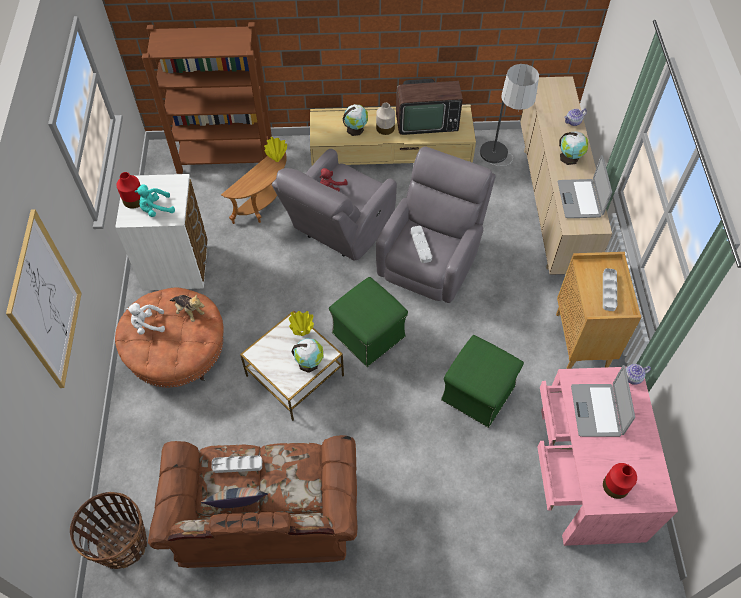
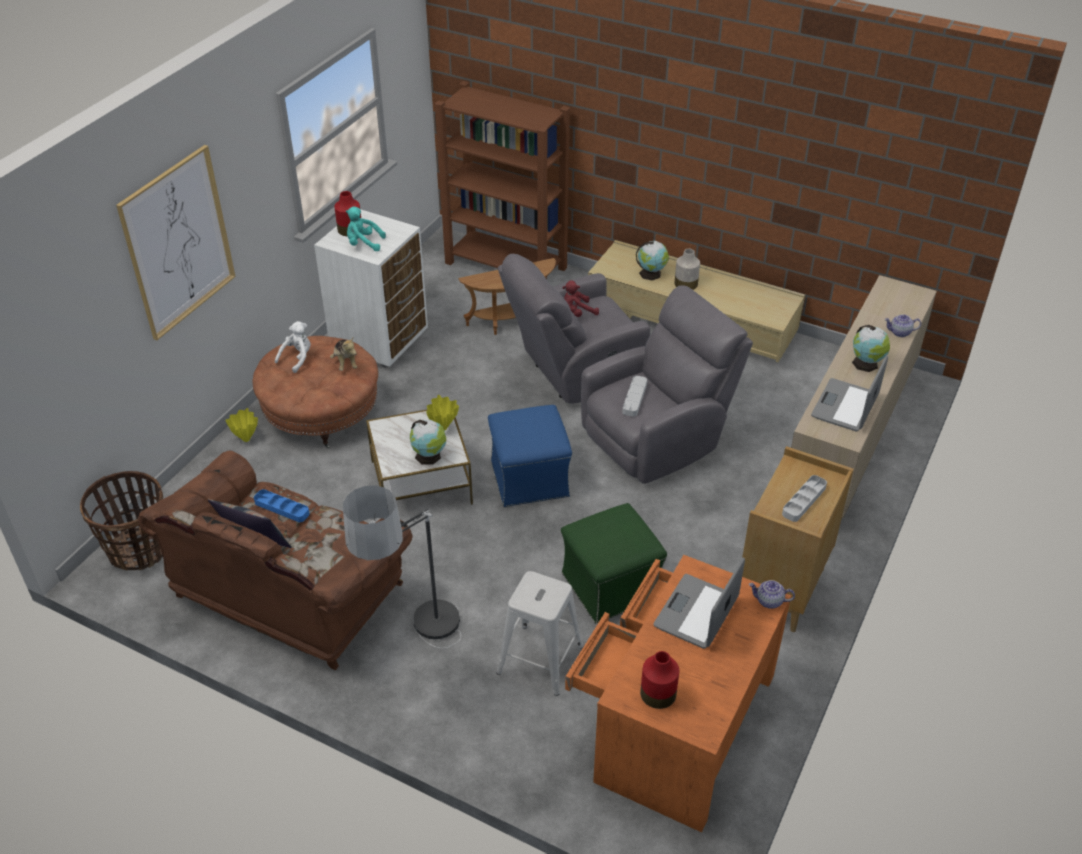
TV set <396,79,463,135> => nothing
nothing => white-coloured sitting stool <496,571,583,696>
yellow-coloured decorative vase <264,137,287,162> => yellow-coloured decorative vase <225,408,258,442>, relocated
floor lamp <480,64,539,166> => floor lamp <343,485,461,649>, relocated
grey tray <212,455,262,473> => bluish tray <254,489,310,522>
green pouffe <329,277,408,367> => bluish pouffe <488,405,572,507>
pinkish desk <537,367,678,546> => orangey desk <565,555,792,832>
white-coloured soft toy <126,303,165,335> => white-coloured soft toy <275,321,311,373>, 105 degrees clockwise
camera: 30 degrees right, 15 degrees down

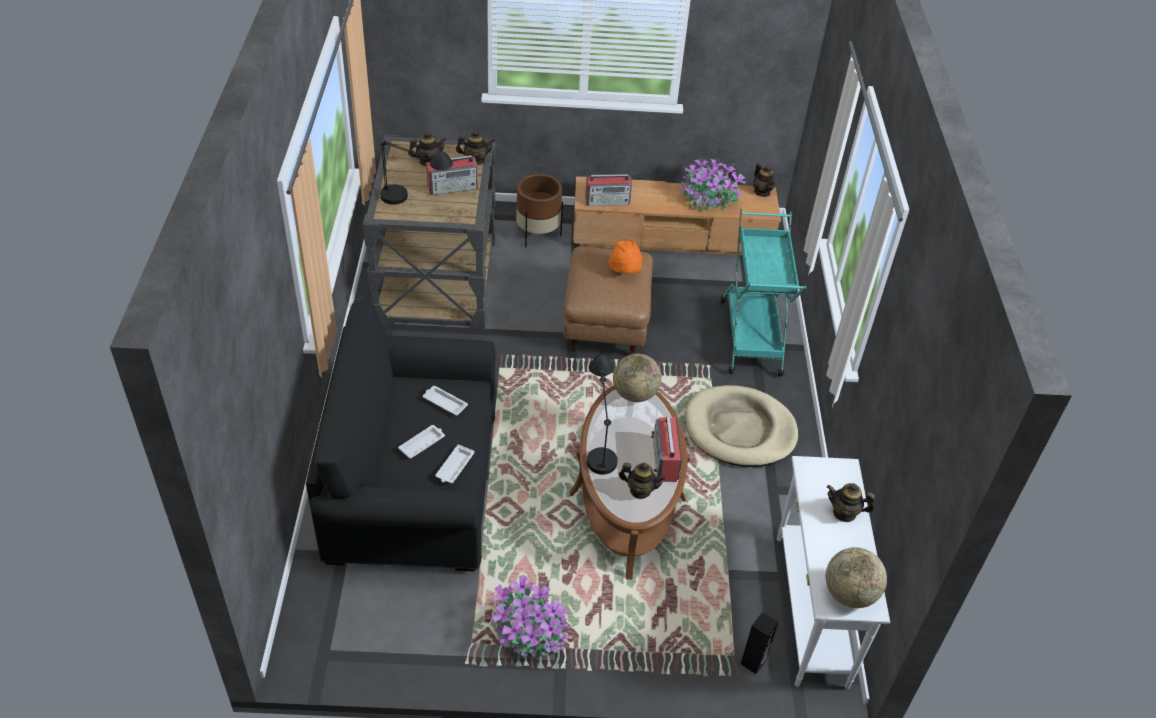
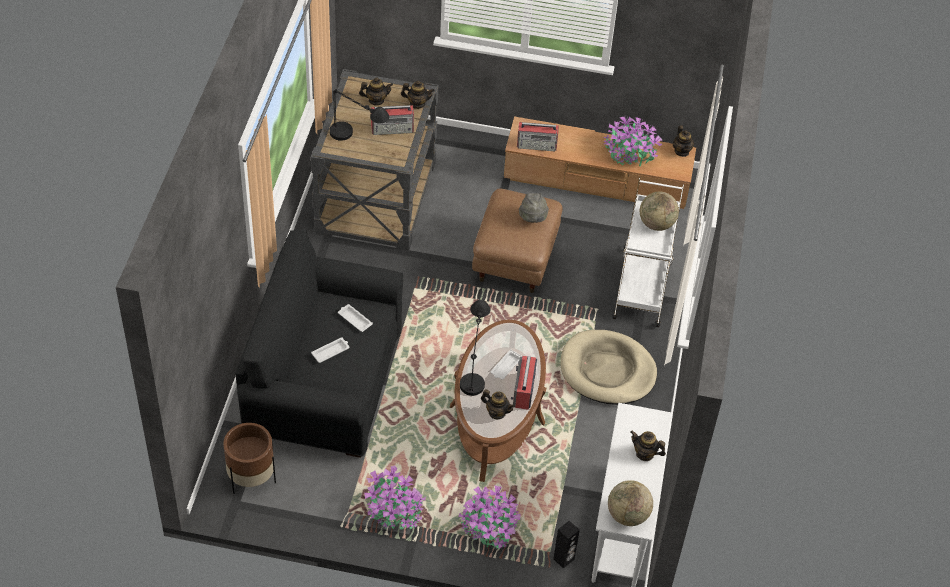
nothing => houseplant <459,485,521,549>
white-coloured tray <435,444,475,483> => white-coloured tray <491,349,522,380>, relocated
brownish planter <516,174,563,247> => brownish planter <223,423,276,494>, relocated
world globe <613,353,662,402> => world globe <640,191,679,231>, relocated
orangey clothing hat <609,240,642,273> => grey clothing hat <519,193,549,223>
turquoise-coloured cart <720,209,807,376> => white-coloured cart <612,177,684,327>
camera: 10 degrees right, 5 degrees up

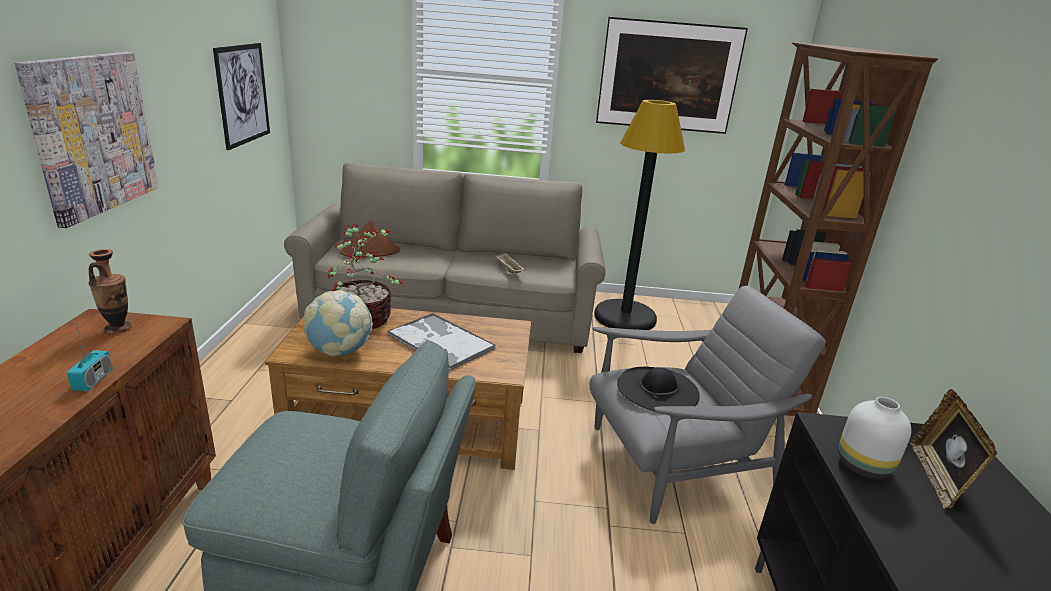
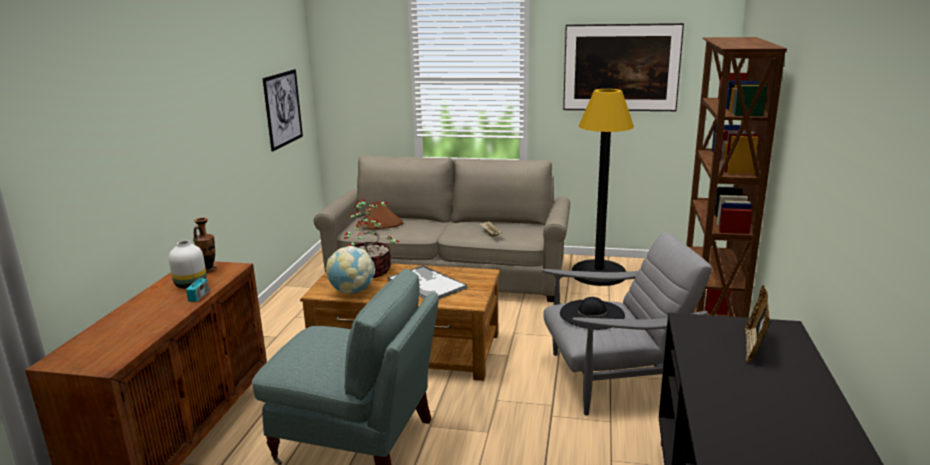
wall picture <15,52,159,228> => nothing
white-coloured decorative vase <838,397,911,479> => white-coloured decorative vase <169,240,206,289>, relocated
camera: 10 degrees right, 5 degrees down

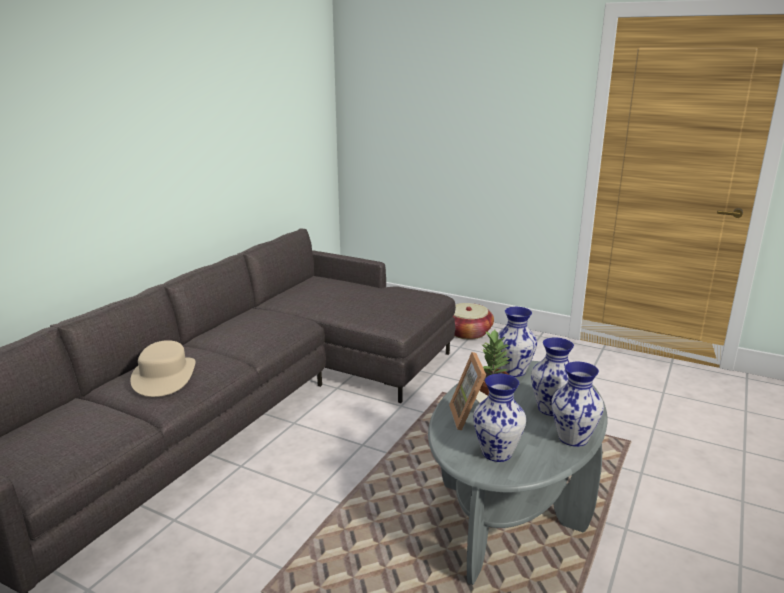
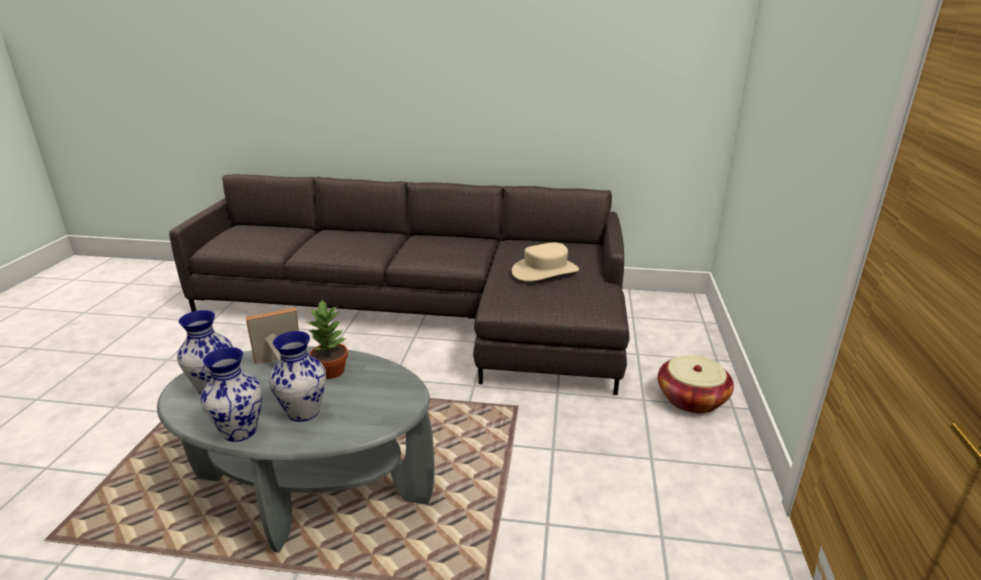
decorative vase <498,307,537,377> => nothing
beige clothing hat <130,340,196,397> => beige clothing hat <512,243,579,281>, relocated
camera: 70 degrees right, 5 degrees up

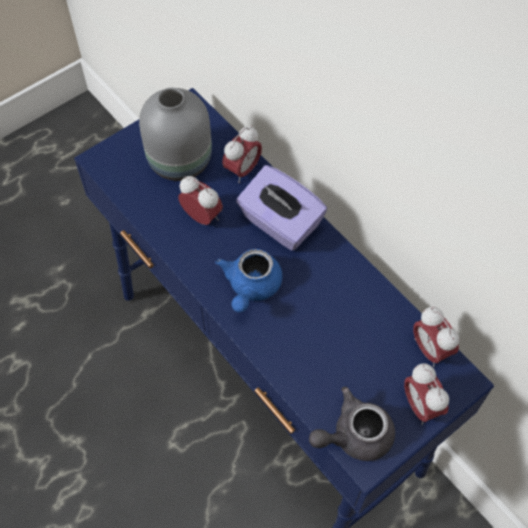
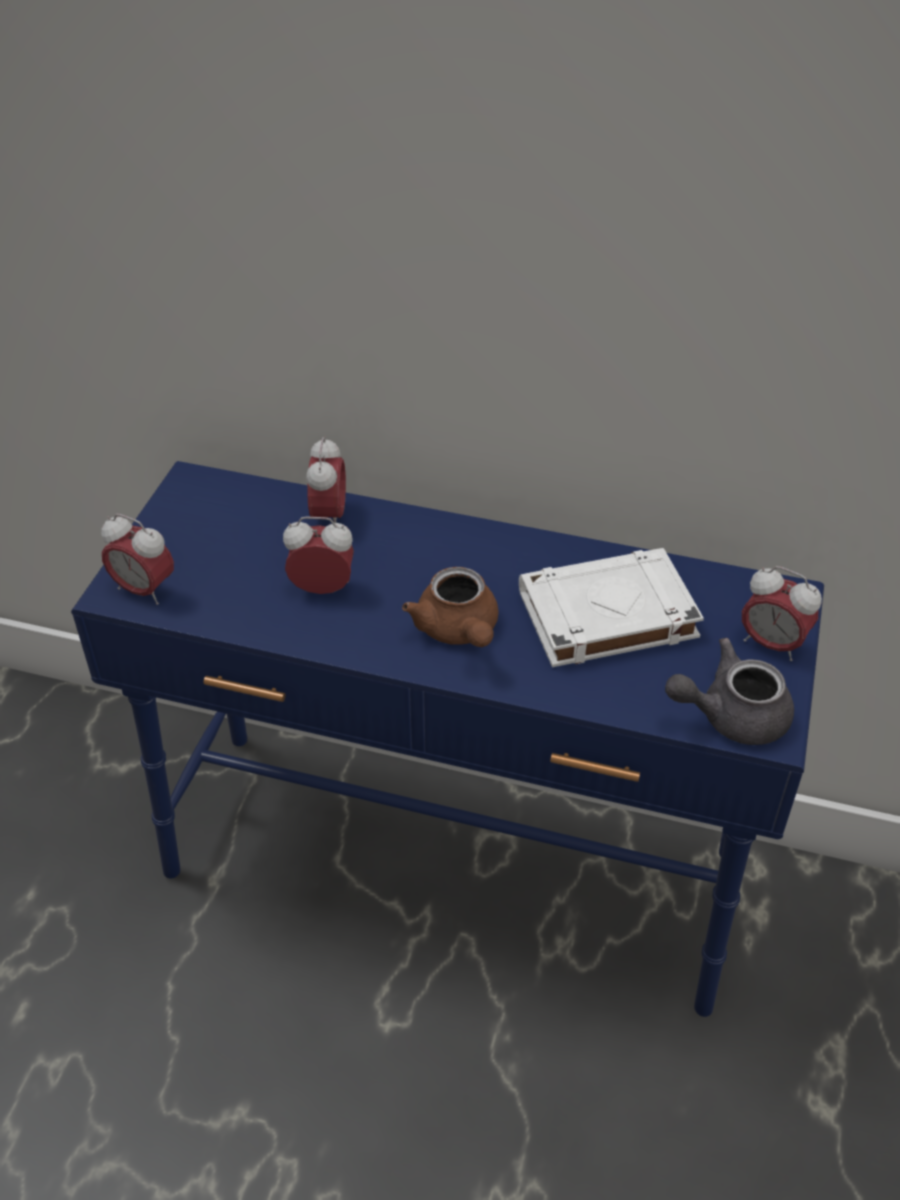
grey decorative vase <139,88,212,181> => nothing
purple tissue holder <236,165,327,251> => nothing
nothing => white-coloured book <519,548,704,667>
bedside clock <413,307,459,367> => bedside clock <101,514,174,605>, relocated
bluish teapot <216,249,282,313> => brownish teapot <402,567,499,647>
grey teapot <309,387,395,461> => grey teapot <665,638,794,745>, 45 degrees clockwise
camera: 35 degrees left, 15 degrees down

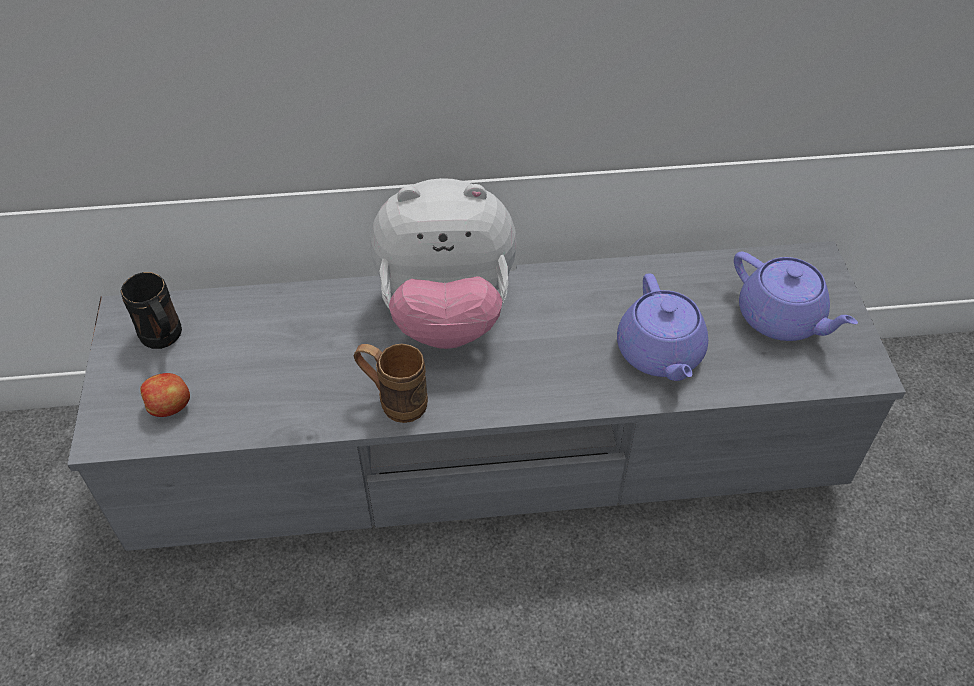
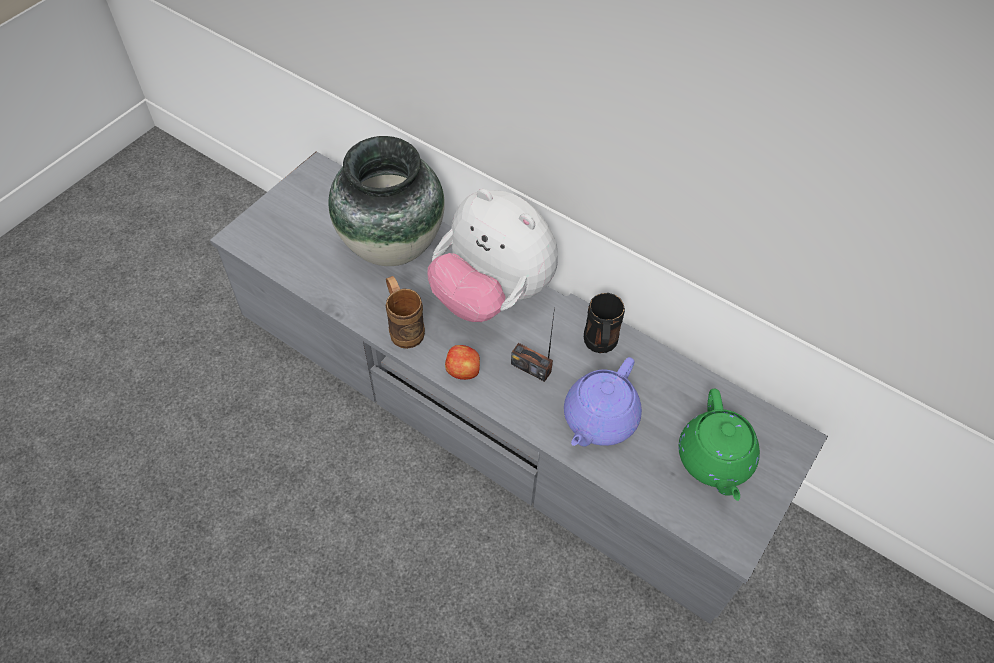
nothing => decorative vase <328,136,445,266>
nothing => radio set <511,307,555,382>
black tea mug <121,272,182,349> => black tea mug <584,293,625,353>, relocated
apple <140,373,190,417> => apple <445,345,480,380>, relocated
purple teapot <734,252,858,341> => green teapot <678,389,760,501>
camera: 40 degrees right, 5 degrees up

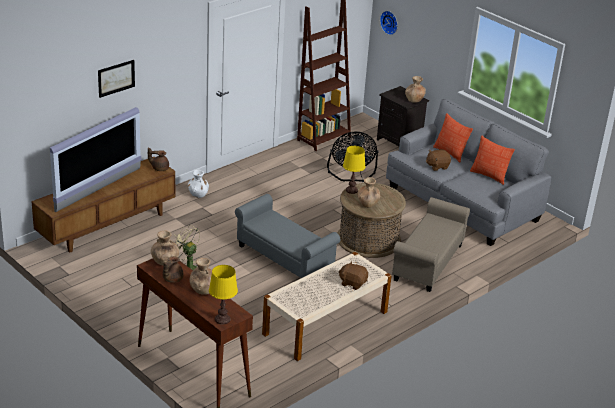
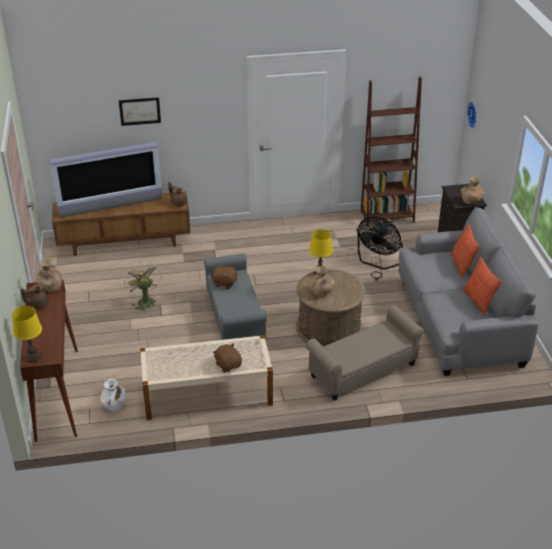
brownish decorative vase <189,258,212,295> => nothing
white-coloured decorative vase <188,170,209,198> => white-coloured decorative vase <101,379,126,412>, relocated
brownish soft toy <426,149,451,171> => brownish soft toy <210,264,237,289>, relocated
camera: 35 degrees right, 5 degrees up

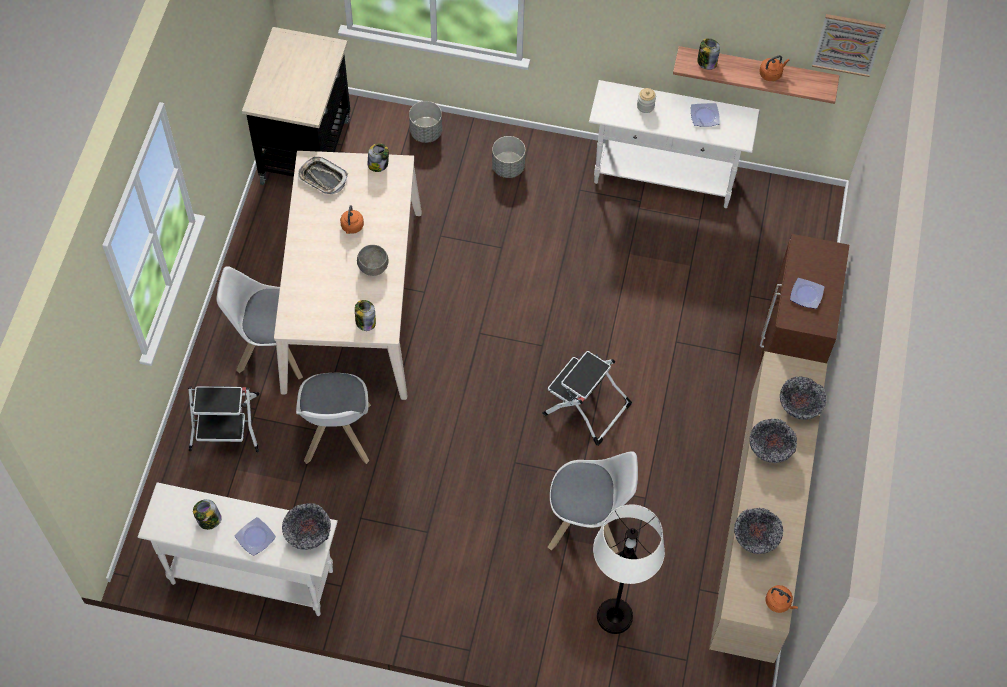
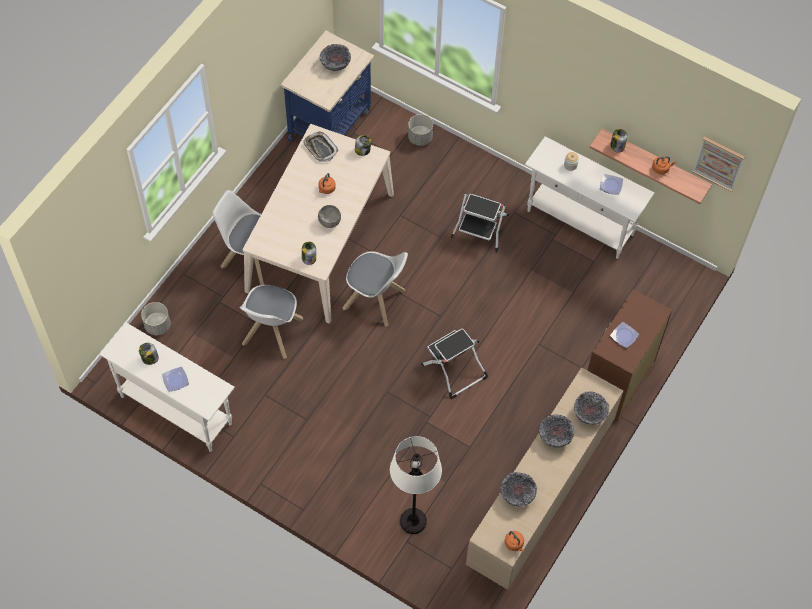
step ladder <188,386,260,452> => step ladder <451,192,509,253>, relocated
serving bowl <282,503,331,550> => serving bowl <320,44,351,71>, relocated
grey planter <492,136,525,178> => grey planter <141,302,171,335>, relocated
chair <548,451,638,553> => chair <342,251,408,327>, relocated
black cart <242,27,351,185> => bluish cart <281,31,374,141>
camera: 20 degrees right, 0 degrees up

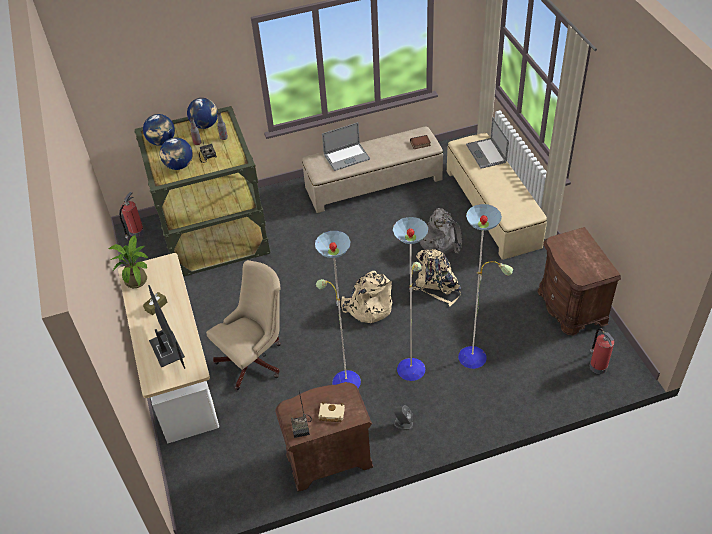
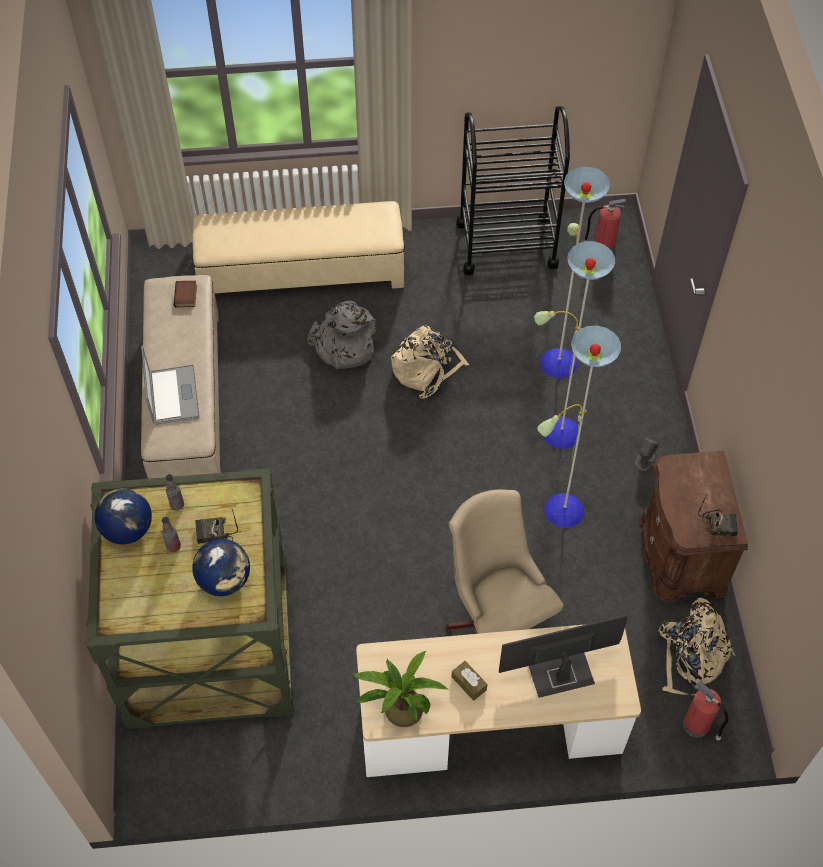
world globe <143,114,175,146> => nothing
beige book <319,402,345,422> => nothing
portable computer <466,117,509,169> => nothing
fire extinguisher <119,192,144,240> => fire extinguisher <683,680,729,741>, relocated
beige rucksack <341,271,393,323> => beige rucksack <658,598,735,695>, relocated
brownish nightstand <538,227,621,336> => black cart <456,106,570,276>
camera: 80 degrees left, 10 degrees up

